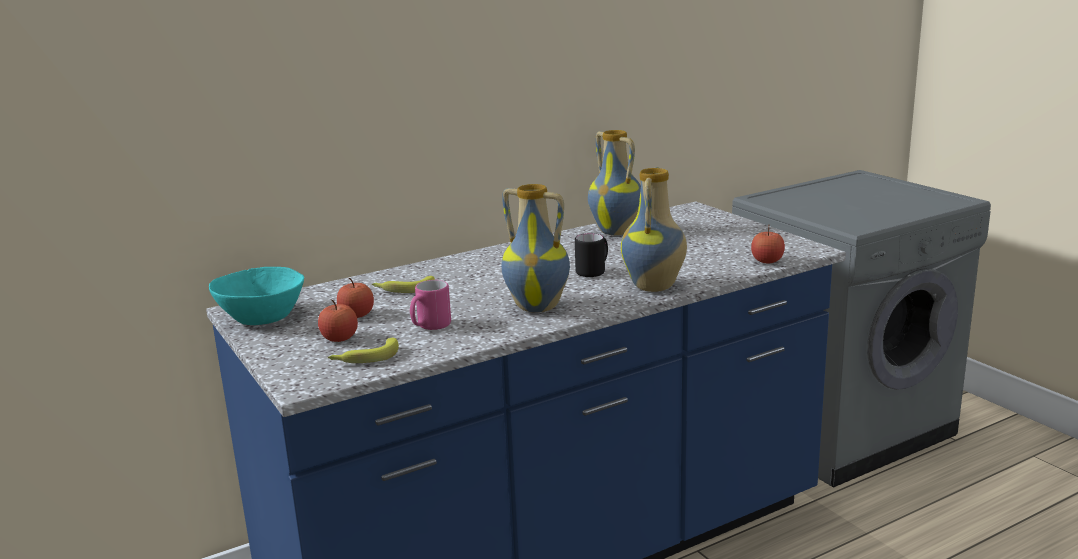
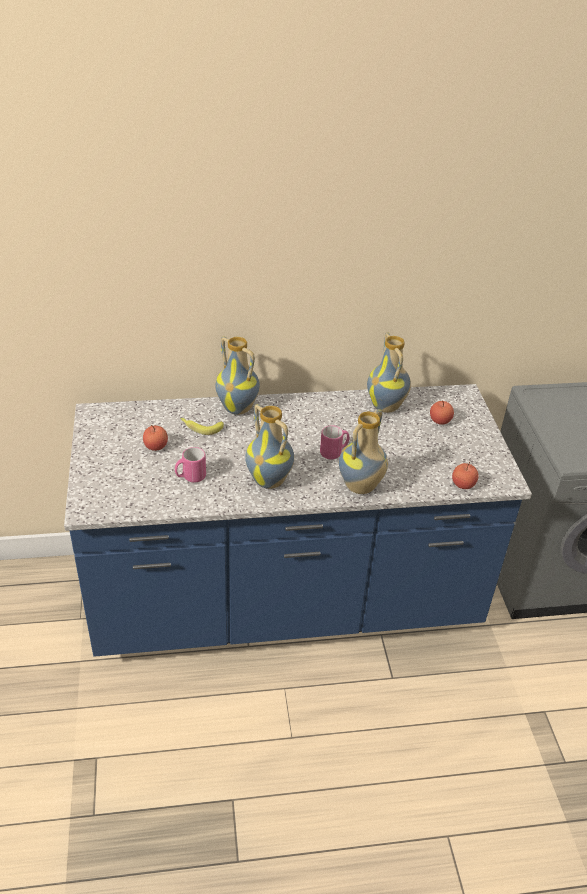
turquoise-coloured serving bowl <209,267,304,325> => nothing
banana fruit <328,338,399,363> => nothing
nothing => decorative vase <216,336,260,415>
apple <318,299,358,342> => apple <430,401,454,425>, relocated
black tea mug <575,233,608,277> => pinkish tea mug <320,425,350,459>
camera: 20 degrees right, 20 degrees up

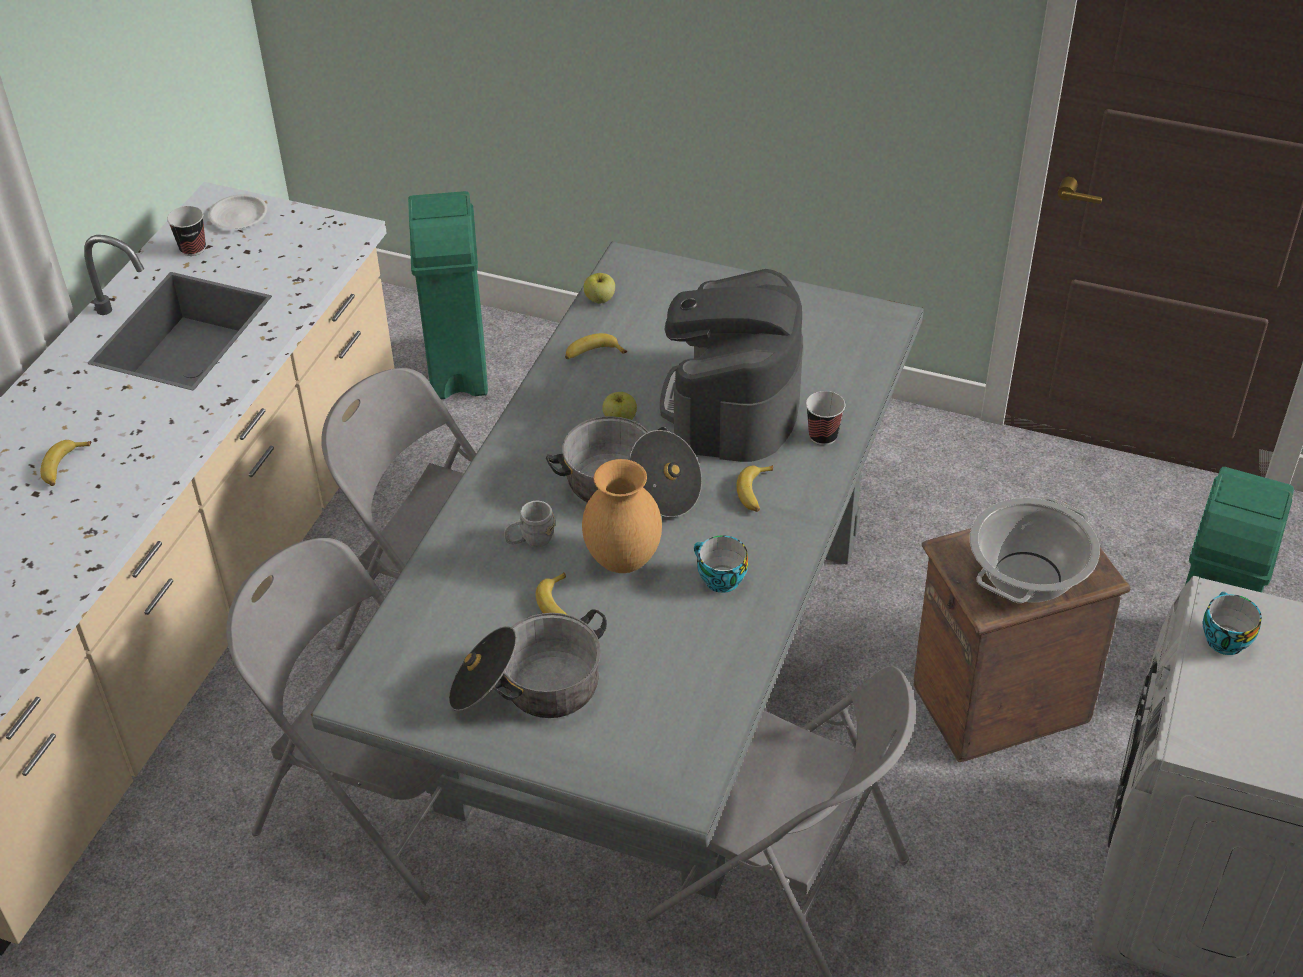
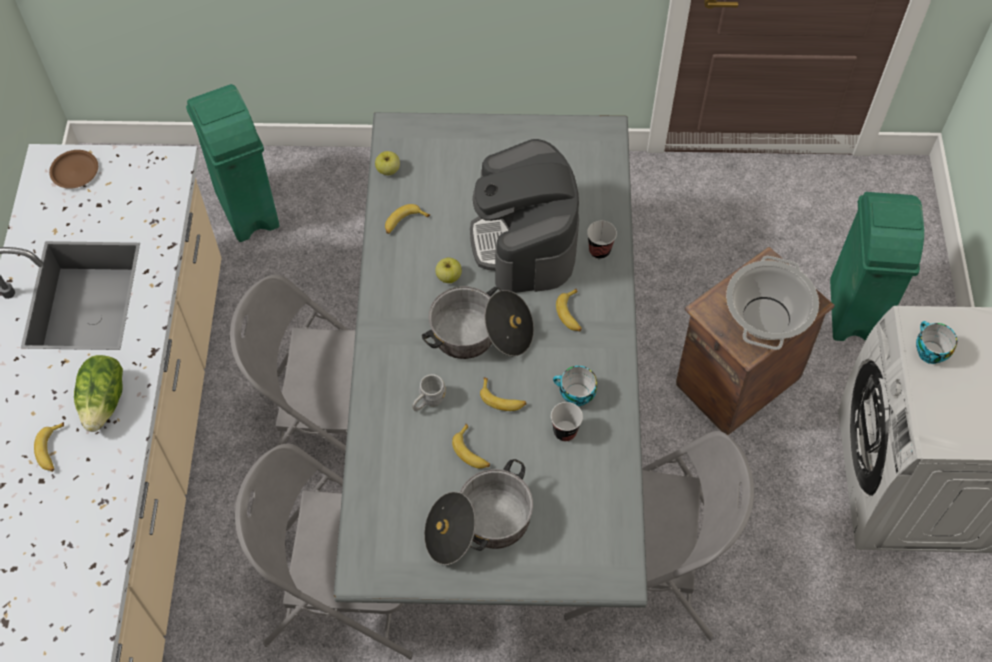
nothing => lettuce <74,355,123,432>
small cup <167,206,206,256> => small cup <551,402,583,442>, relocated
brownish decorative vase <582,459,662,573> => banana fruit <480,377,527,411>
white-coloured flat dish <208,195,267,229> => brownish flat dish <49,150,98,189>
camera: 20 degrees left, 15 degrees up

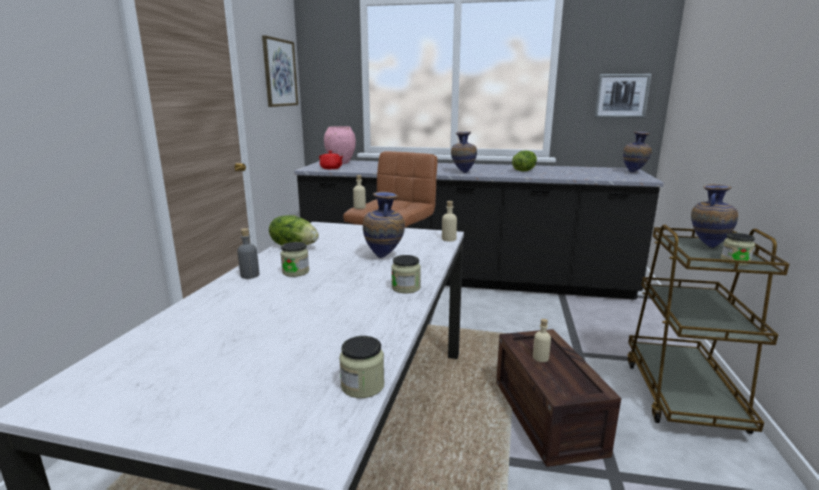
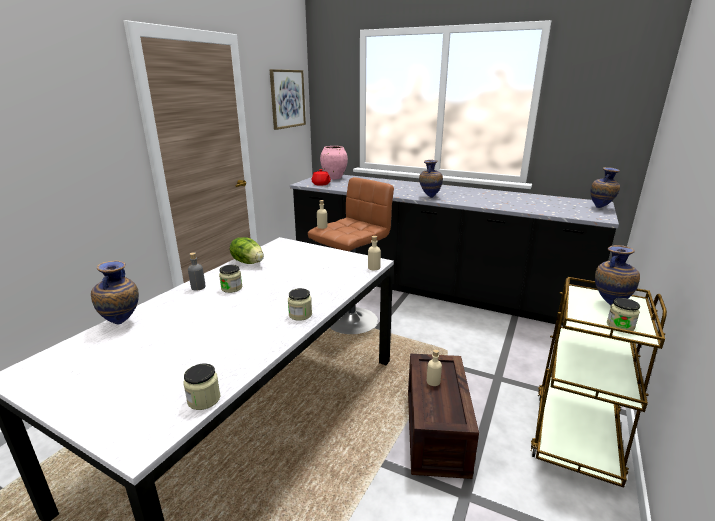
lettuce <512,151,537,171> => nothing
wall picture <594,74,652,118> => nothing
decorative vase <363,192,405,258> => decorative vase <91,261,139,324>, relocated
camera: 15 degrees right, 5 degrees up

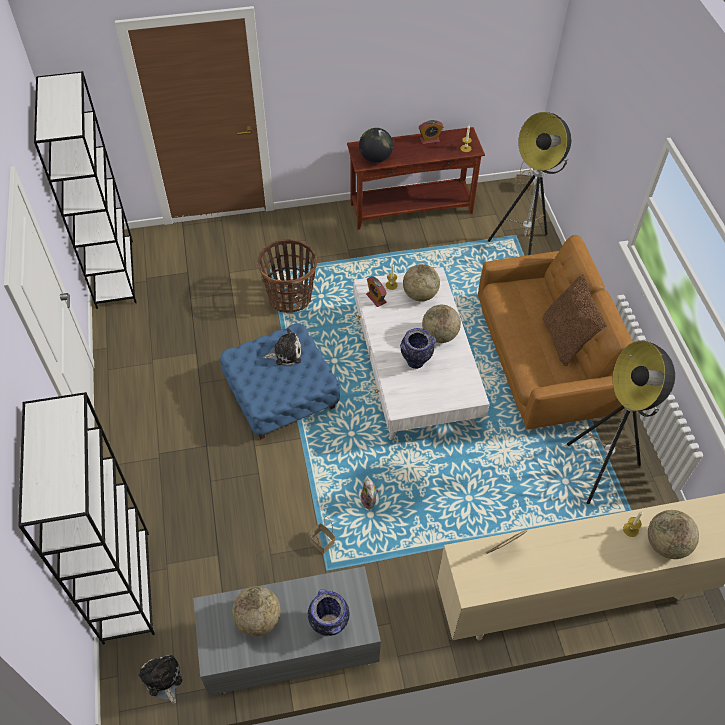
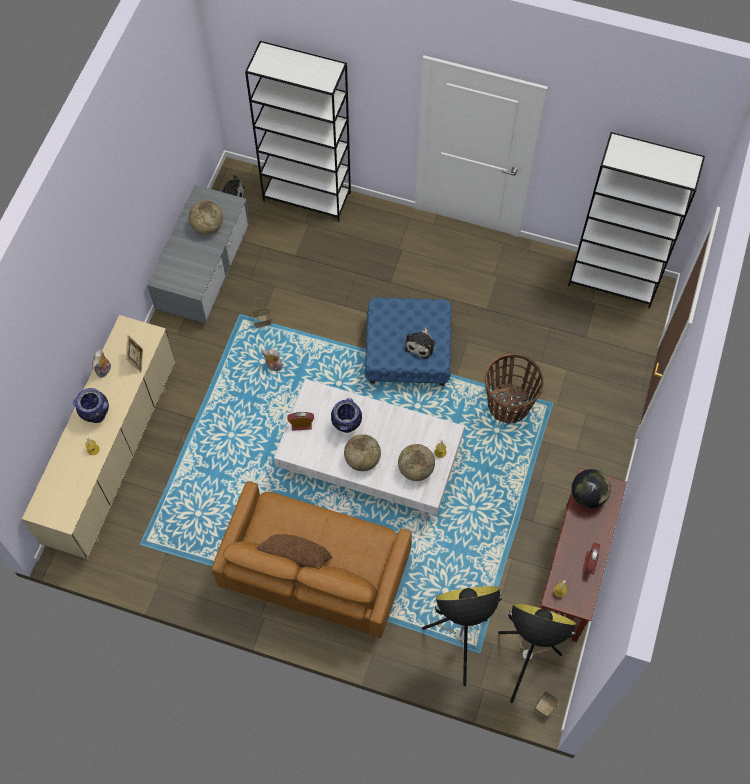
world globe <648,510,699,559> => nothing
nothing => soft toy <92,350,112,378>
decorative vase <308,589,349,636> => decorative vase <73,388,109,423>, relocated
bedside clock <366,276,387,307> => bedside clock <287,412,314,431>, relocated
floor lamp <567,341,675,504> => floor lamp <498,603,576,703>, relocated
camera: 120 degrees right, 10 degrees up

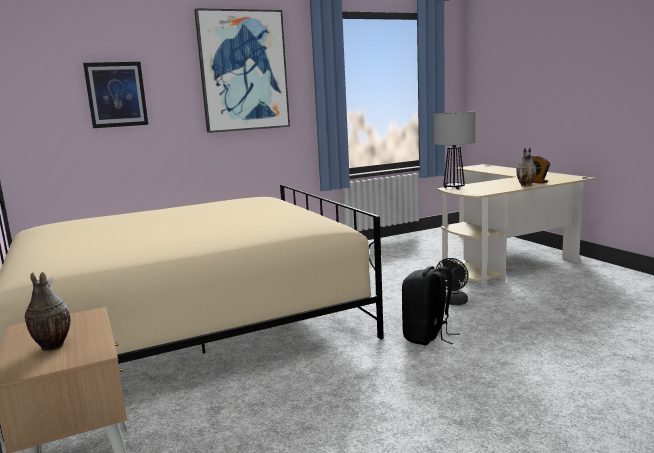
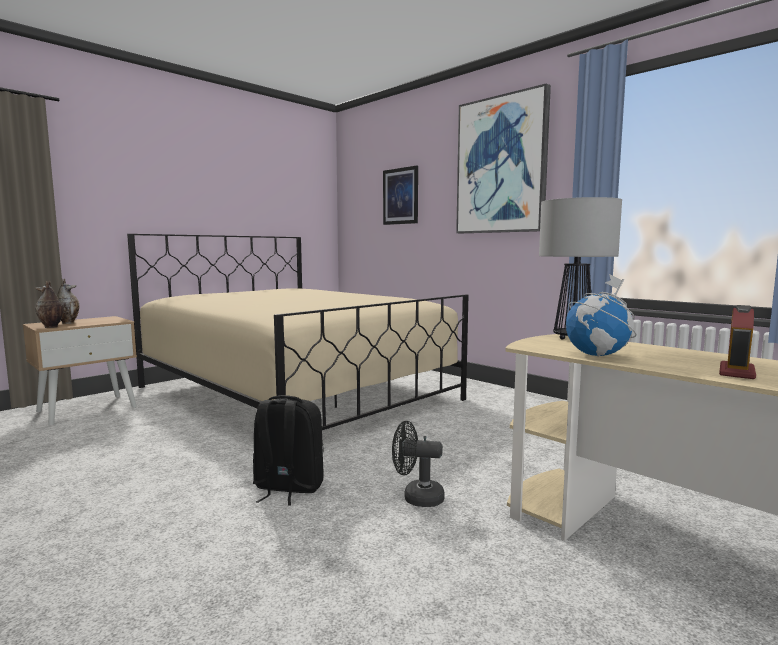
nothing => world globe <566,274,636,357>
decorative vase <516,148,536,187> => decorative vase <35,280,64,328>, relocated
camera: 70 degrees right, 5 degrees down

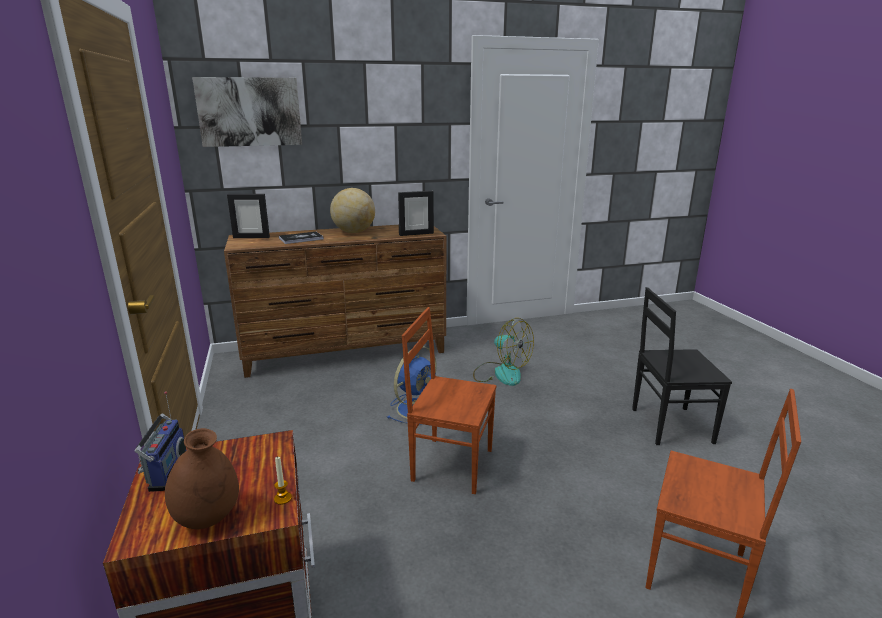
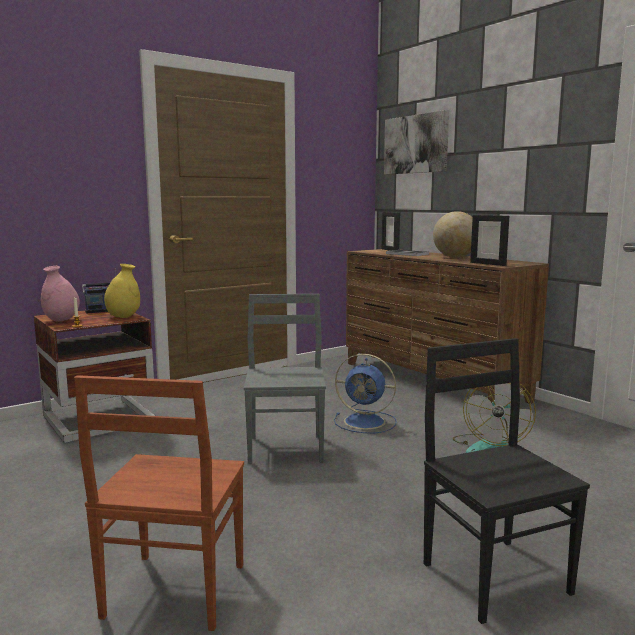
nothing => yellow-coloured decorative vase <104,264,140,318>
brownish decorative vase <165,428,239,529> => pinkish decorative vase <41,266,80,321>
brownish chair <402,307,497,494> => grey chair <244,294,326,464>
camera: 70 degrees right, 10 degrees down

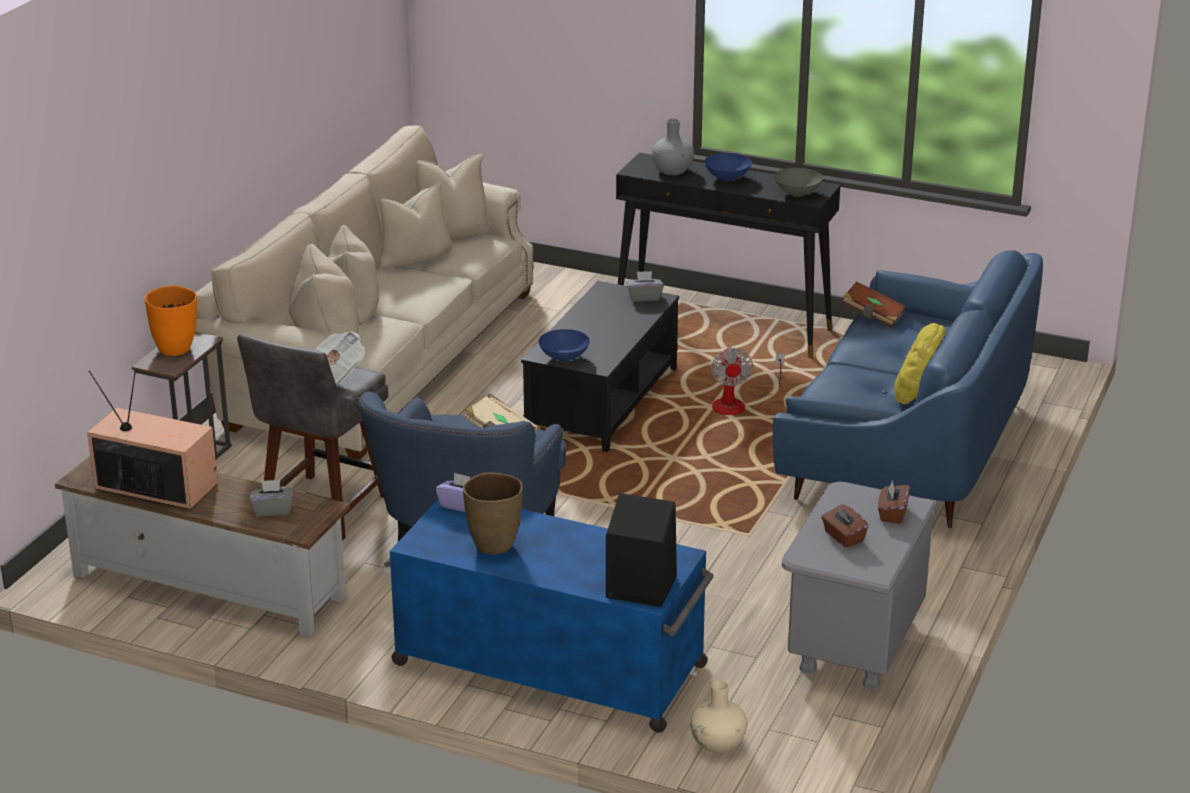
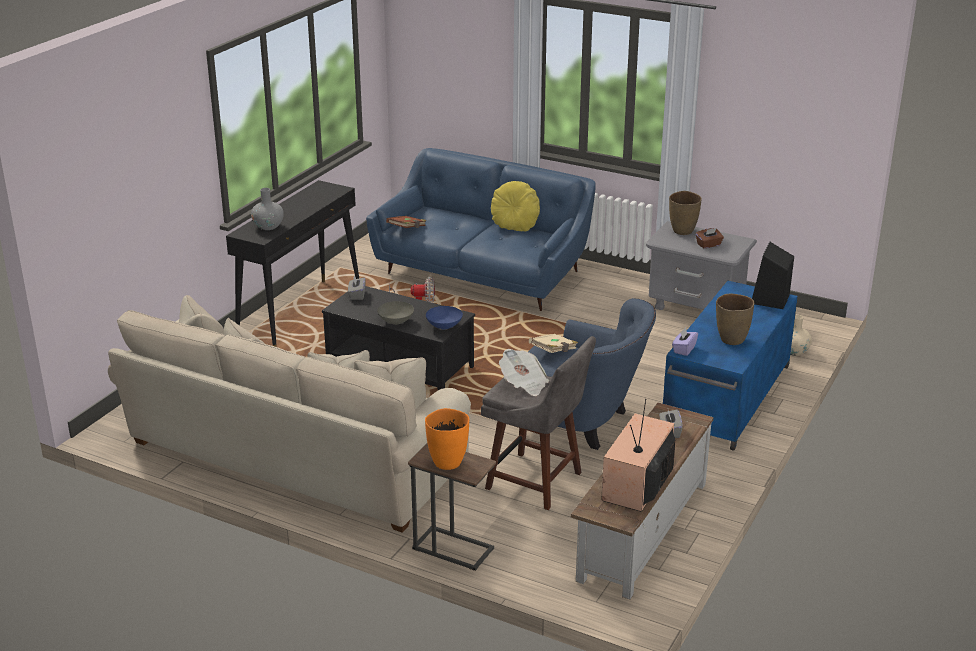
bluish serving bowl <704,153,752,181> => nothing
grey serving bowl <774,168,823,197> => grey serving bowl <377,301,414,325>, relocated
brownish tissue holder <878,480,910,524> => brownish decorative vase <669,191,702,235>
camera: 85 degrees left, 0 degrees up

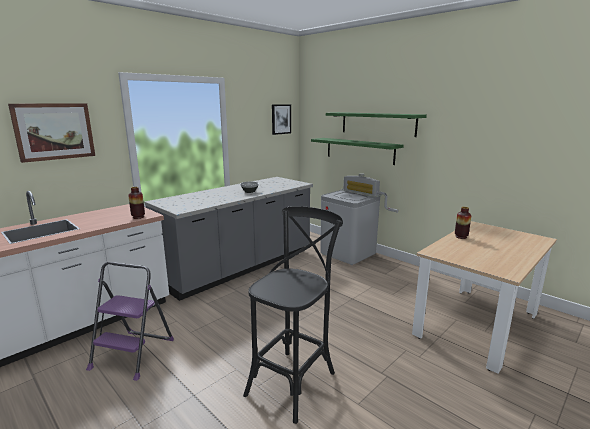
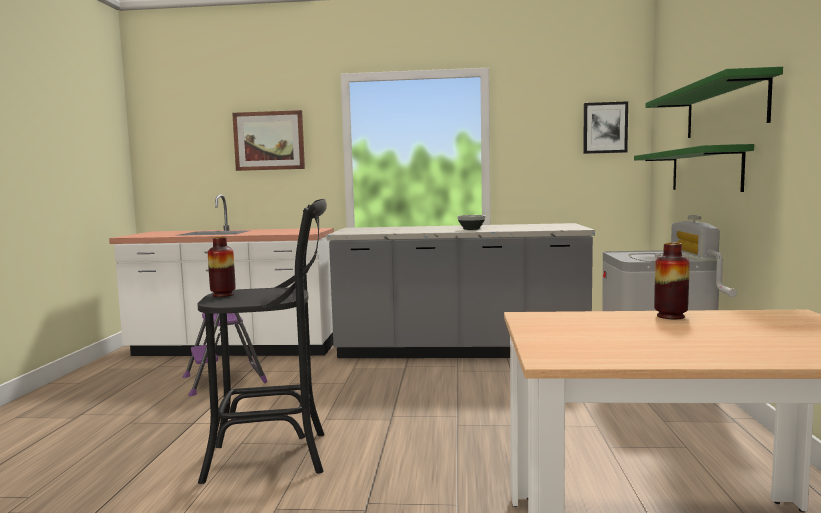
decorative vase <128,187,145,219> => decorative vase <208,237,236,297>, relocated
camera: 50 degrees right, 10 degrees down

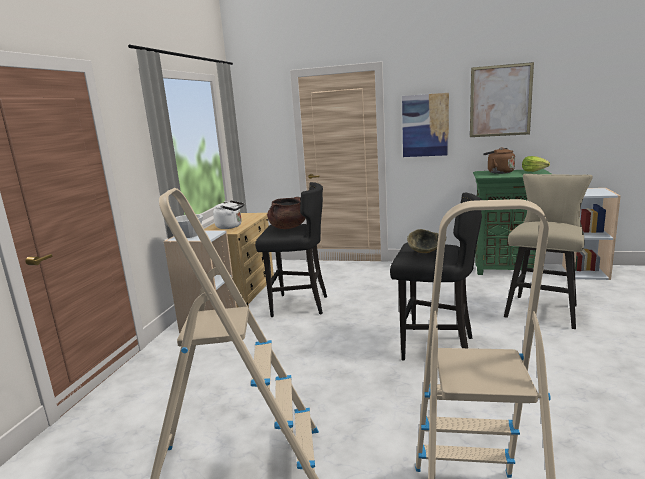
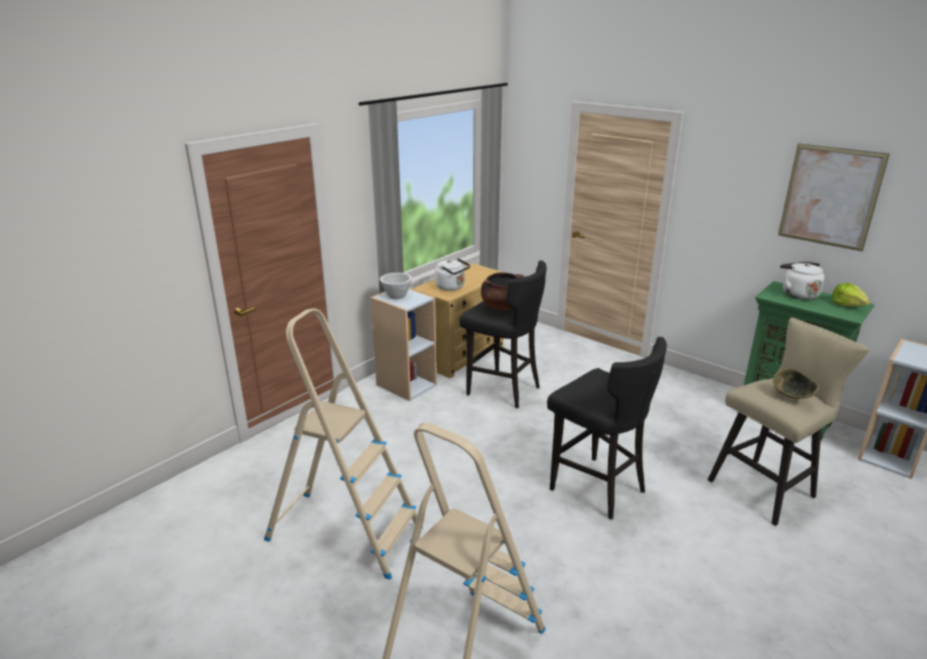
wall picture <402,93,449,157> => nothing
serving bowl <407,229,446,253> => serving bowl <773,368,819,399>, relocated
brownish tea kettle <483,147,515,174> => white-coloured tea kettle <780,262,824,300>
camera: 25 degrees right, 10 degrees up

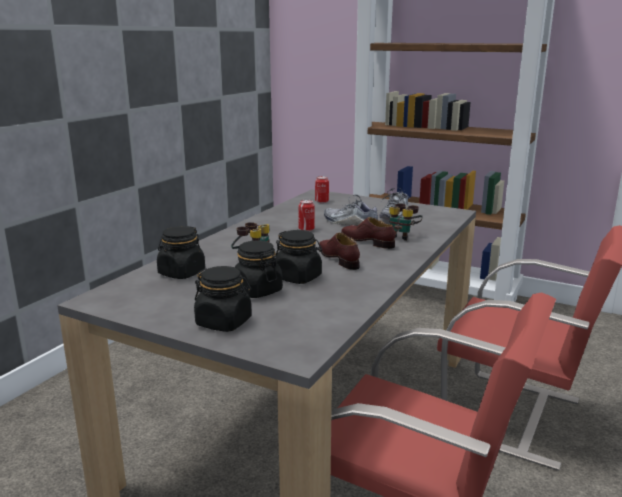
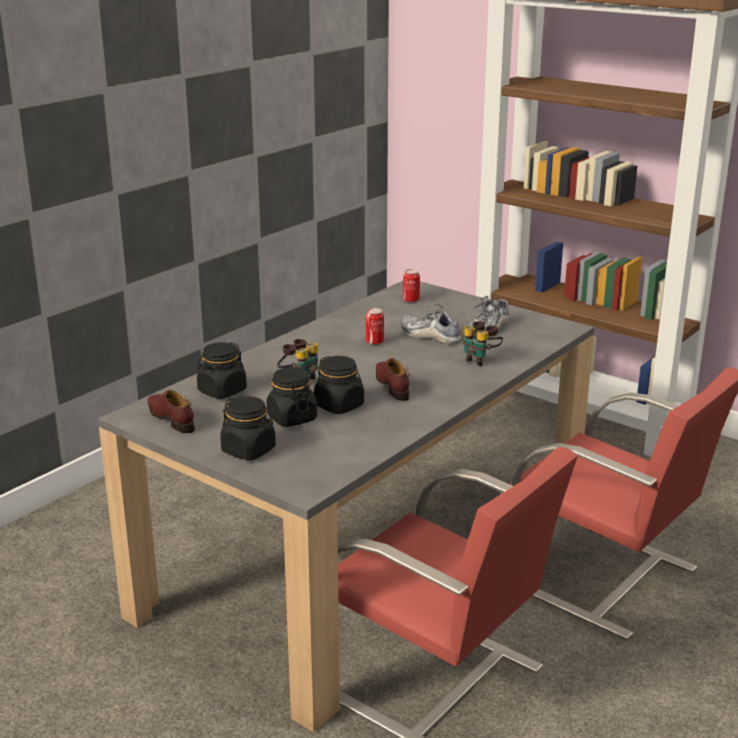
brownish item of footwear <341,217,396,249> => brownish item of footwear <148,390,195,433>, relocated
camera: 10 degrees right, 5 degrees up

